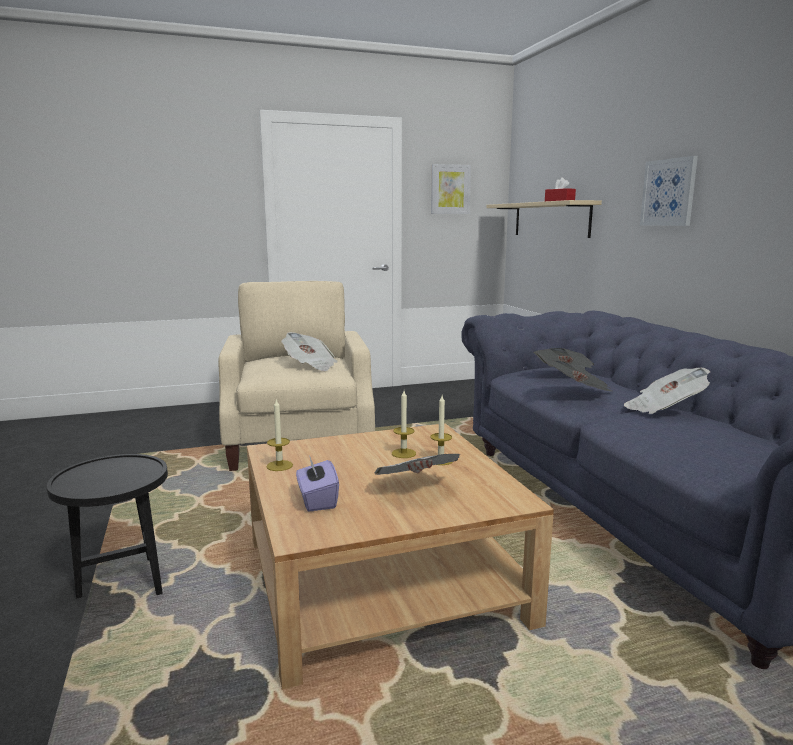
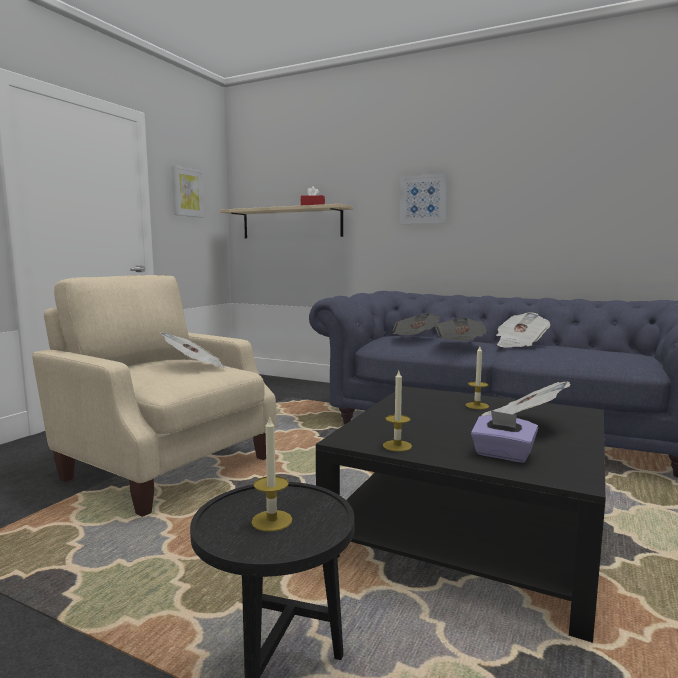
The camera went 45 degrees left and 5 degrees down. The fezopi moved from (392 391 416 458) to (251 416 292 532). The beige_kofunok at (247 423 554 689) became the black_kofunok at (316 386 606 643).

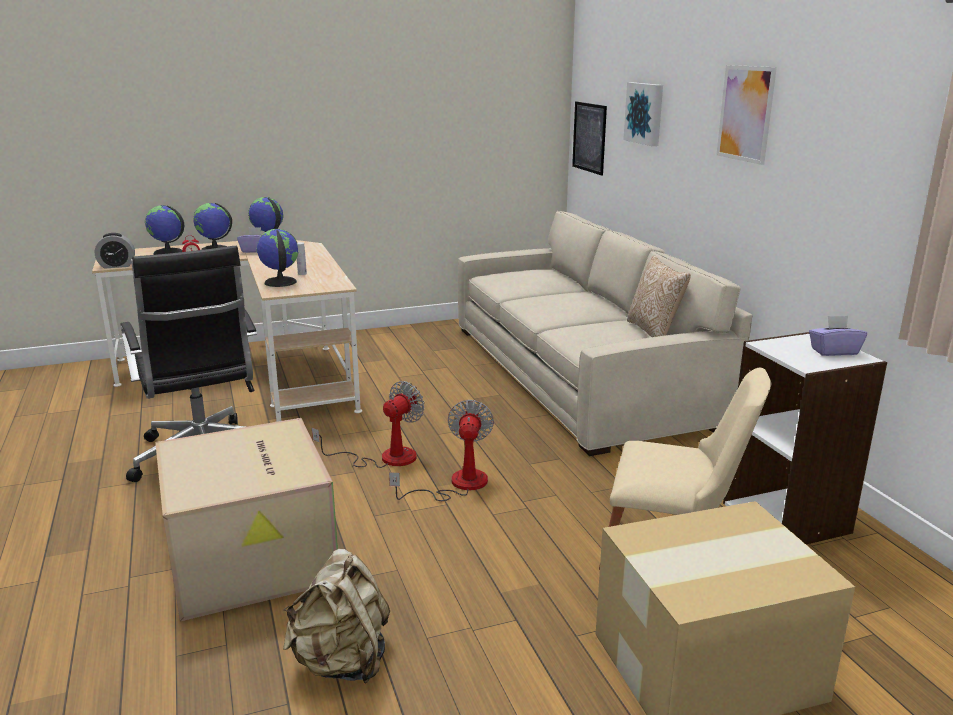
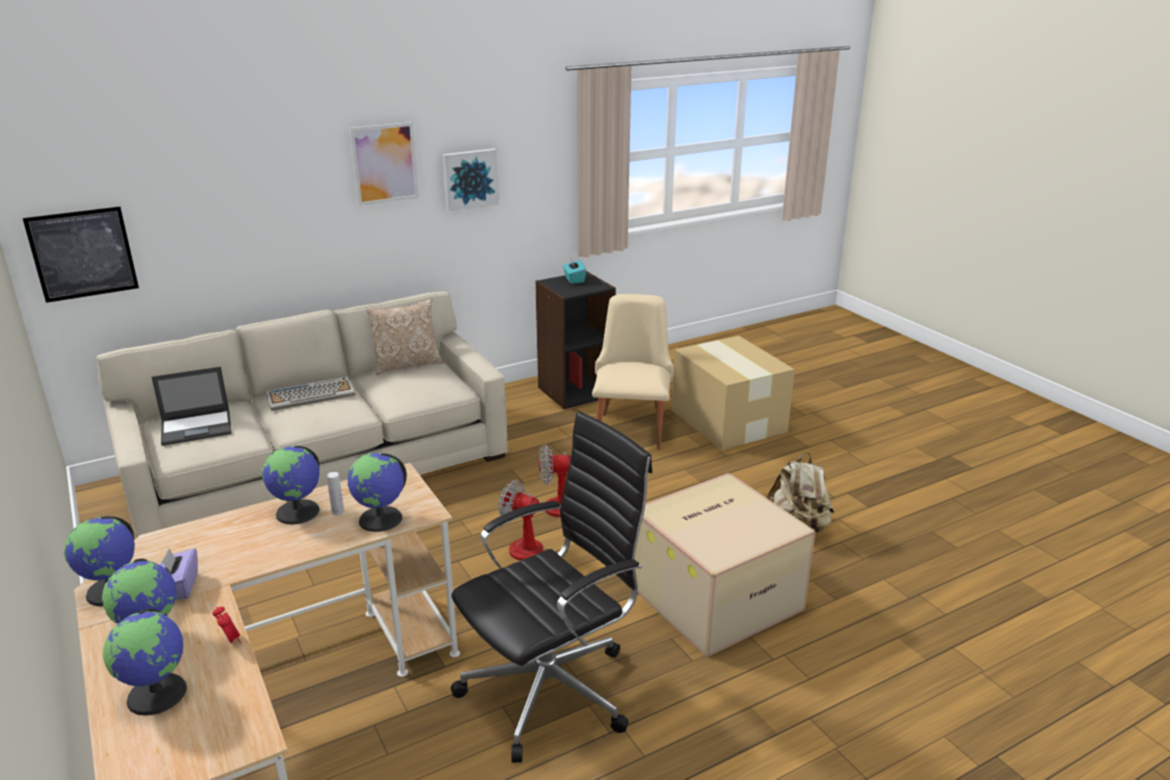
The camera went 100 degrees left and 5 degrees up. The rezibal moved from (623 82 663 146) to (442 148 499 211). The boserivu at (95 233 135 268) disappeared. The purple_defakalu at (809 316 867 356) became the turquoise_defakalu at (563 257 586 284). The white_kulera at (723 332 887 545) became the black_kulera at (535 271 616 409). The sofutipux at (152 367 232 446) appeared. The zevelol at (266 376 355 411) appeared. The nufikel at (262 446 320 524) appeared.

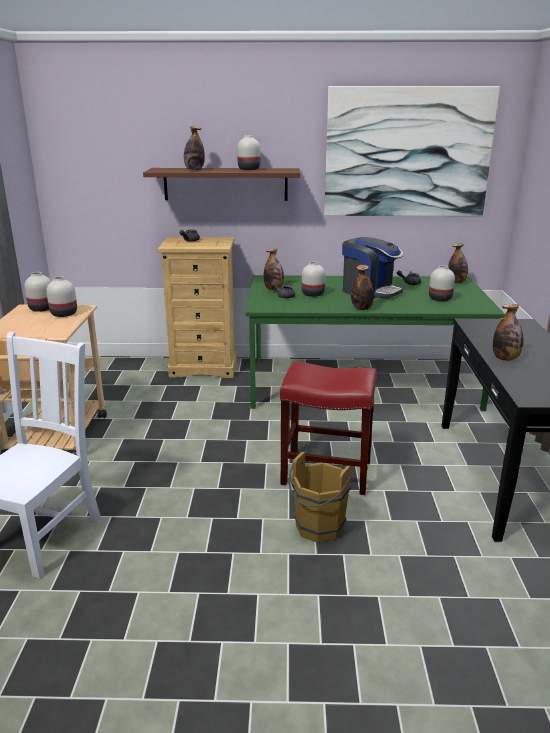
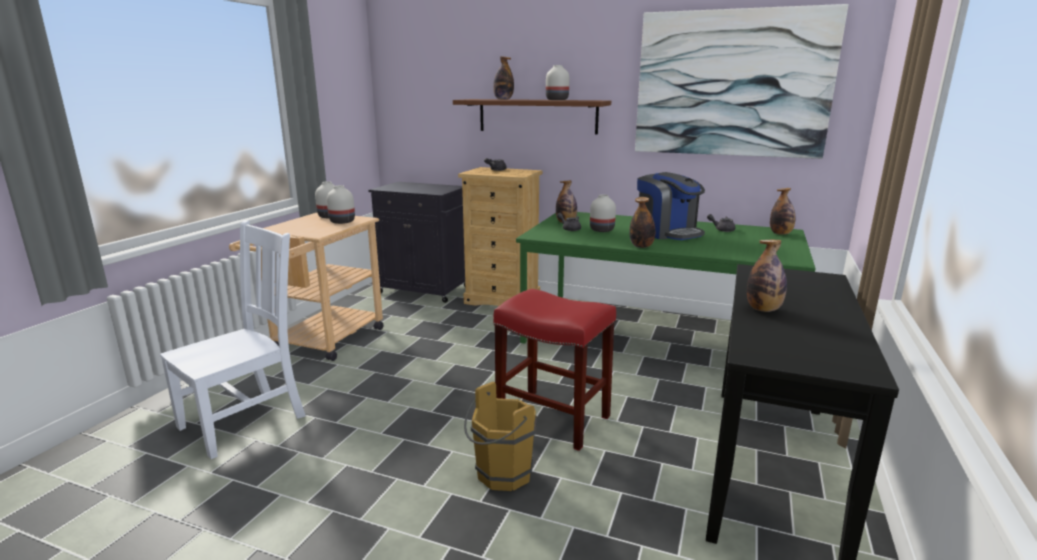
The camera went 20 degrees right and 5 degrees down. The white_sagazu at (429 265 455 301) disappeared. The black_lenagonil at (368 182 465 303) appeared.

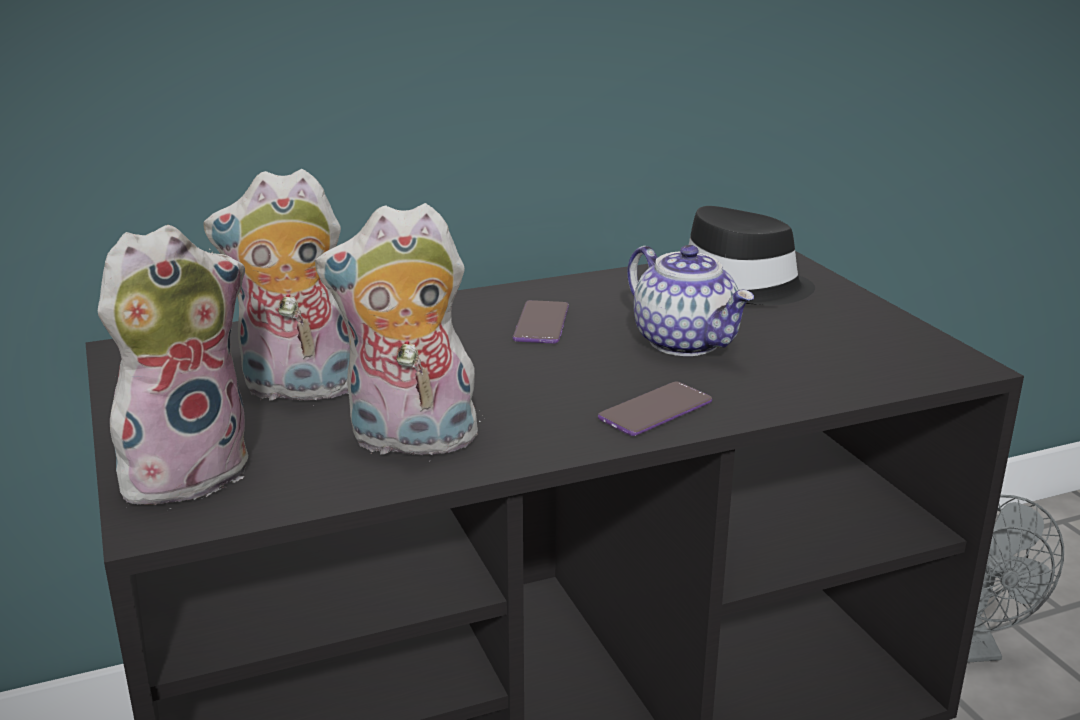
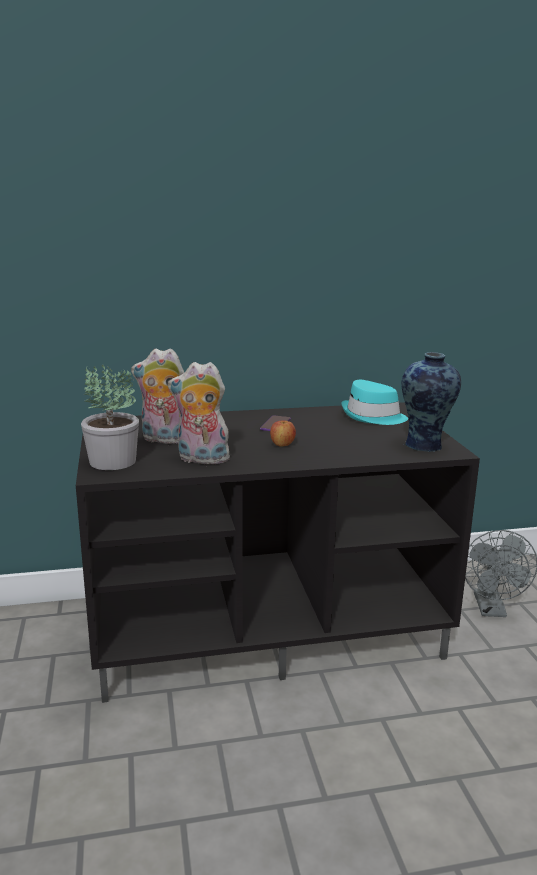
The camera went 10 degrees right and 5 degrees down. The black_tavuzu at (689 206 815 305) became the turquoise_tavuzu at (341 380 408 425). The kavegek at (98 225 248 509) was replaced by the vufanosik at (81 365 139 470). The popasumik at (627 245 754 356) disappeared. The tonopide at (598 381 712 436) disappeared. The sagazu at (401 352 461 452) appeared. The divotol at (270 420 296 447) appeared.

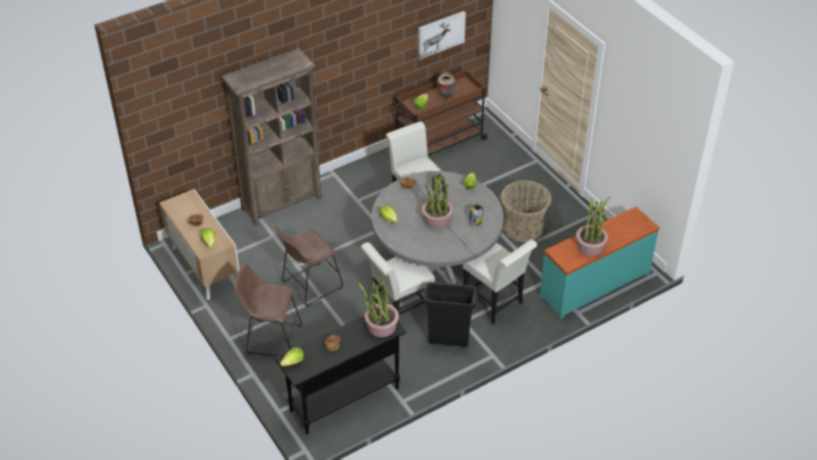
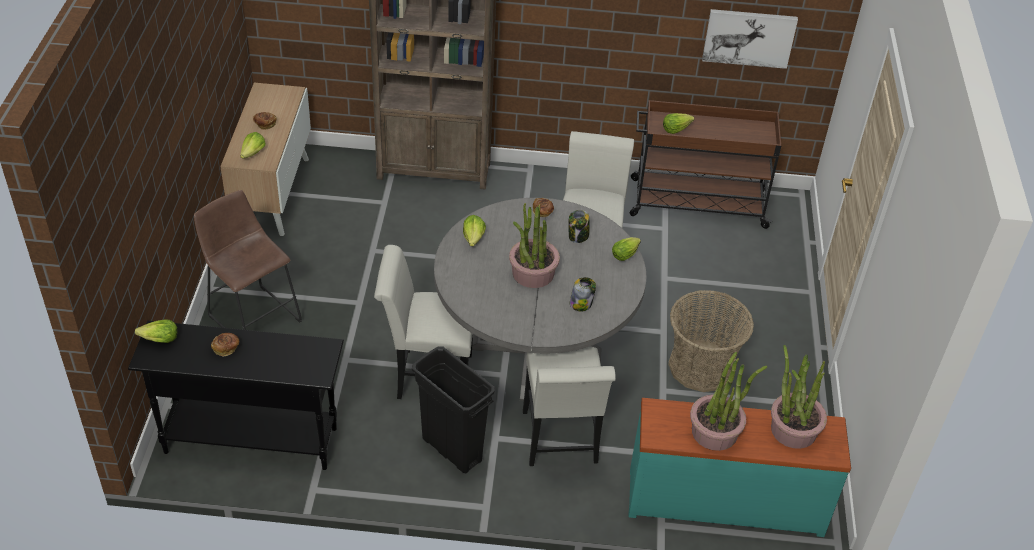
The camera went 35 degrees right and 0 degrees up. The sagazu at (437 72 456 99) disappeared. The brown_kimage at (274 226 343 307) disappeared. The vufanosik moved from (358 280 399 337) to (771 345 827 449).

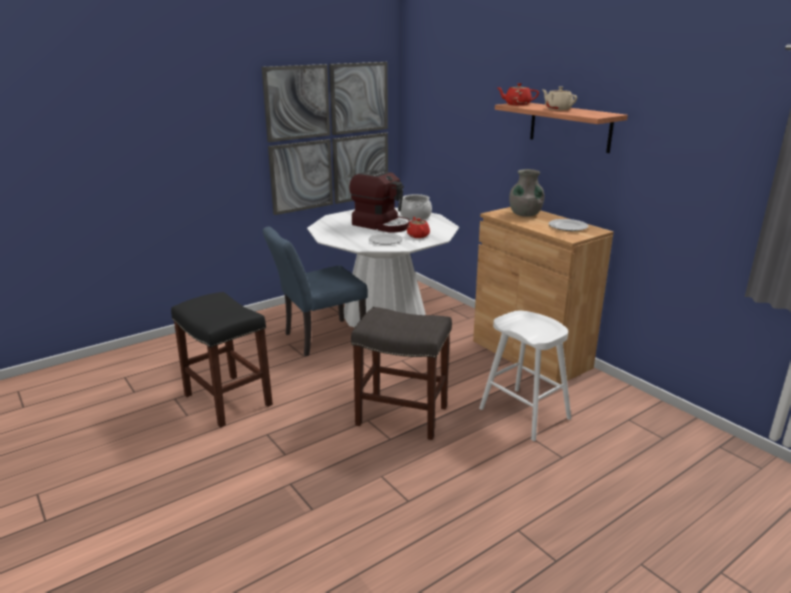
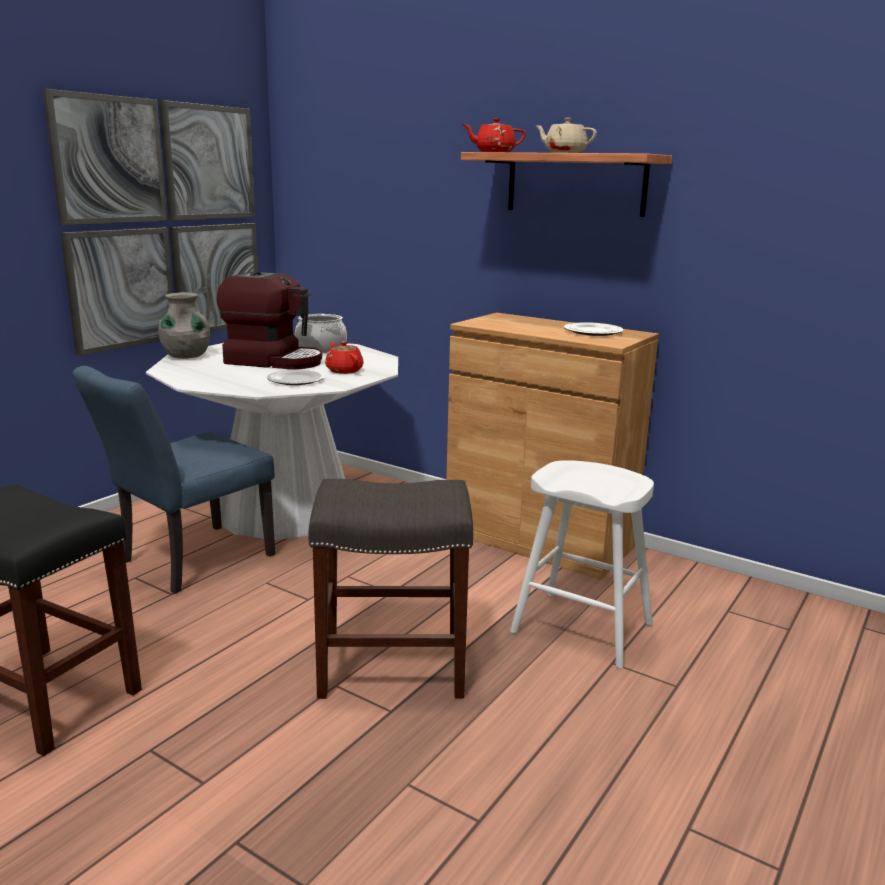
The camera went 20 degrees left and 5 degrees down. The grey_sagazu moved from (509 169 545 217) to (158 292 210 359).

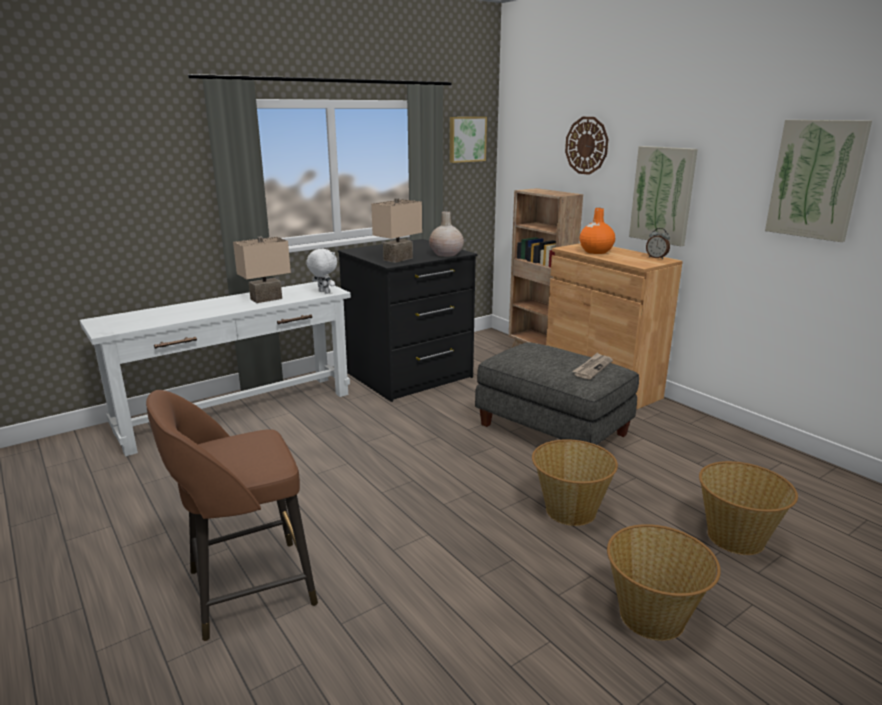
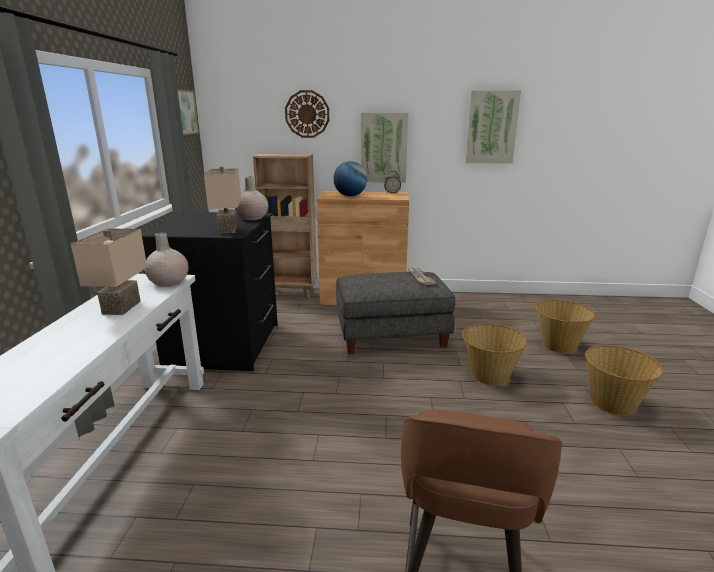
The camera went 50 degrees left and 0 degrees up. The orange_sagazu at (580 208 615 254) was replaced by the nufikel at (333 161 367 196). The white_kavegek at (306 249 337 294) was replaced by the beige_sagazu at (144 232 189 287).

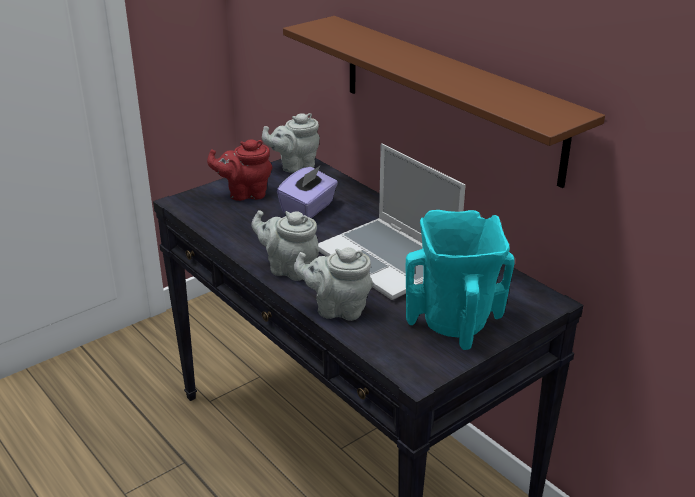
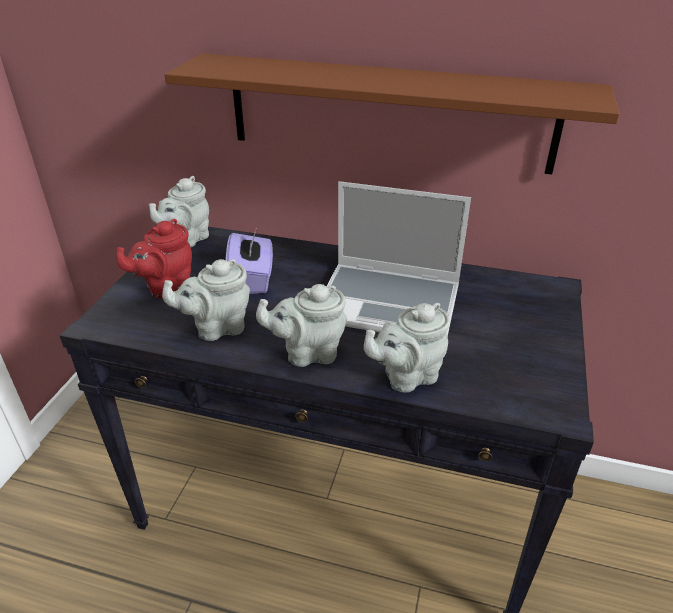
The camera went 35 degrees left and 5 degrees up. The turquoise_sagazu at (406 210 515 350) disappeared. The grey_popasumik at (162 259 250 341) appeared.

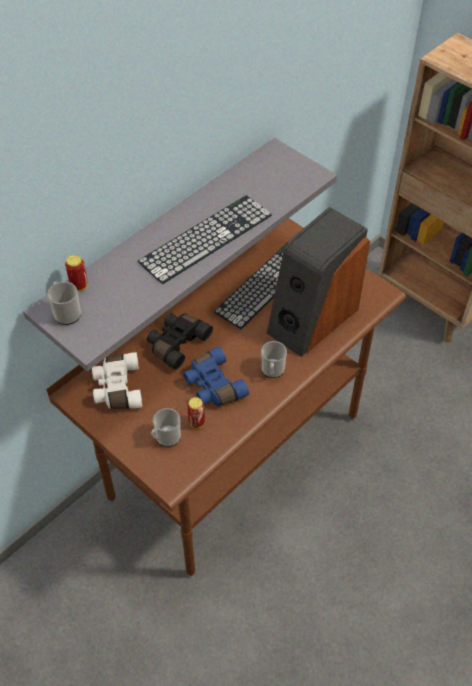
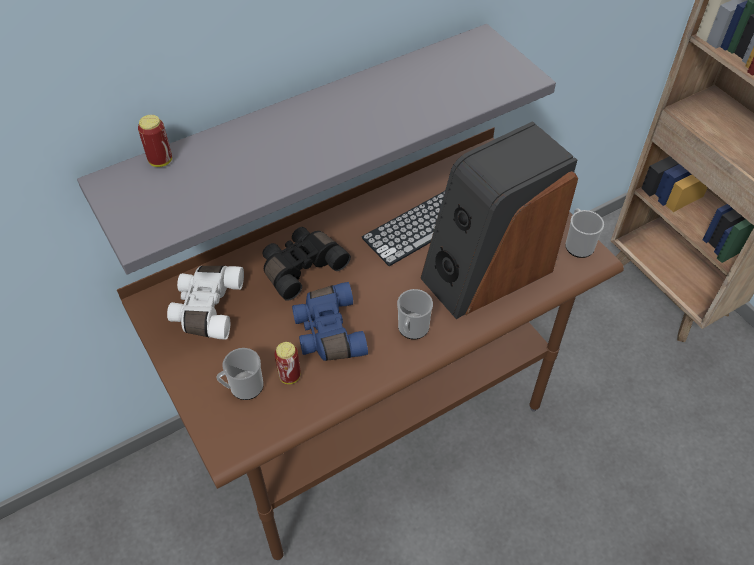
The camera went 15 degrees right and 0 degrees up. The zevelol at (137 195 272 284) disappeared. The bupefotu moved from (47 281 81 325) to (565 209 604 258).

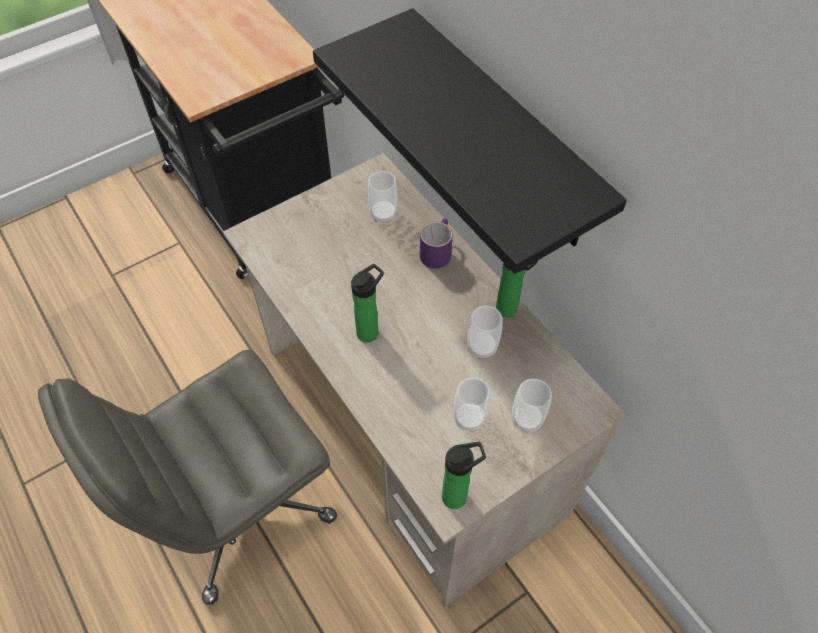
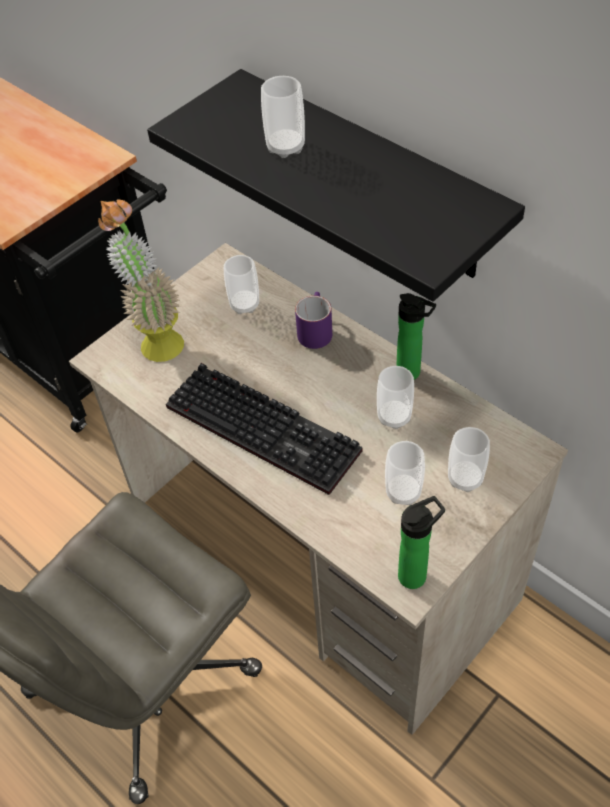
The camera went 10 degrees left and 5 degrees down. The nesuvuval at (351 264 384 343) was replaced by the zevelol at (166 363 363 495). The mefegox at (261 76 305 158) appeared. The vufanosik at (98 199 184 362) appeared.

